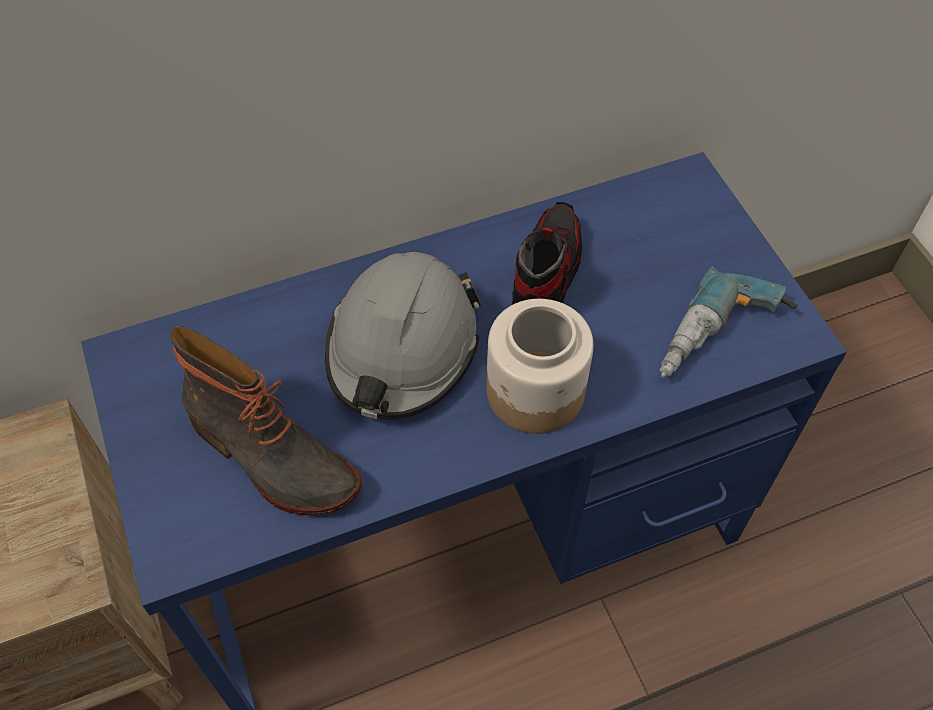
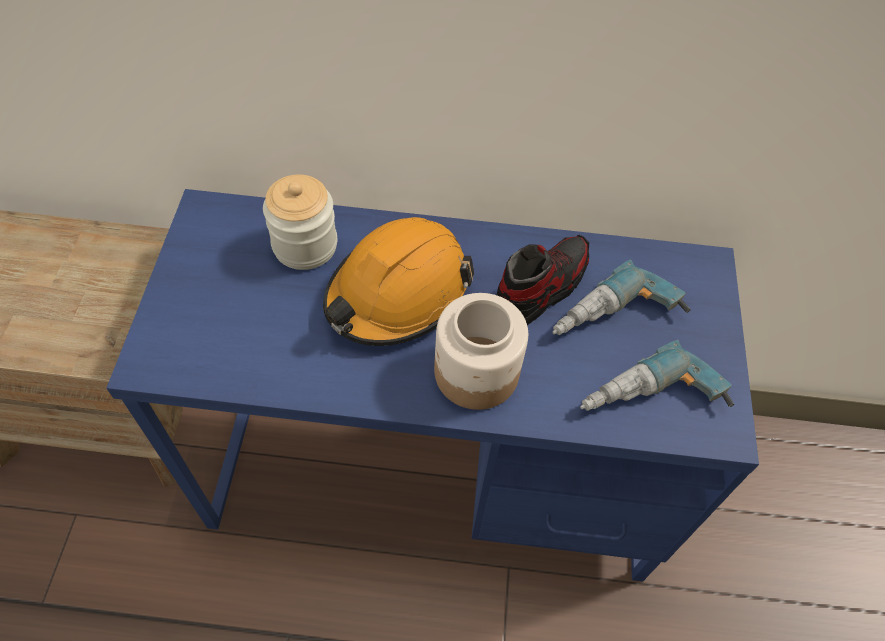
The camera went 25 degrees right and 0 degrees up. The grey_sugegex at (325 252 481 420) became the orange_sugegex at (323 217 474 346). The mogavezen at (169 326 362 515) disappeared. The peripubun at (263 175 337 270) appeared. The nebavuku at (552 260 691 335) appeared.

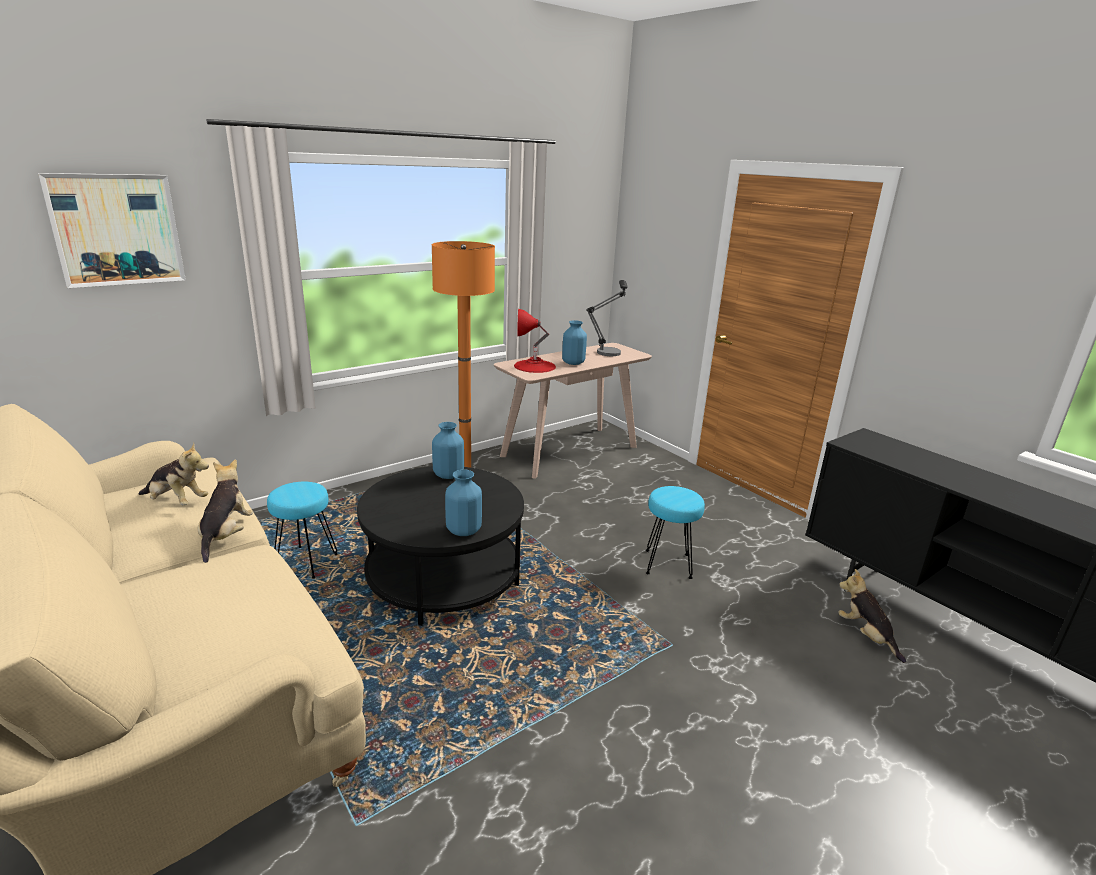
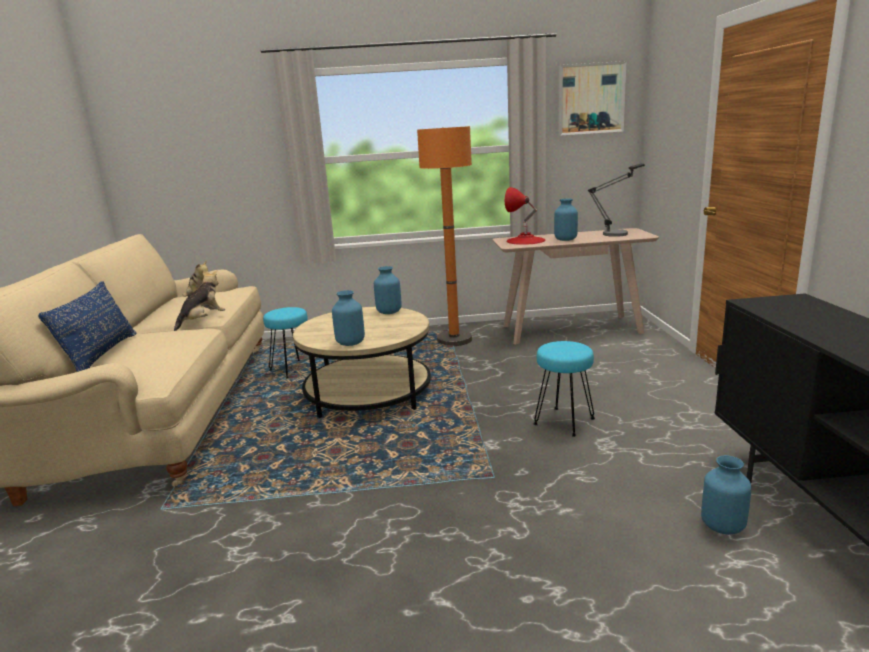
The camera went 35 degrees right and 5 degrees down. The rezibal moved from (38 173 186 288) to (559 61 627 136). The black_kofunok at (357 466 524 626) became the beige_kofunok at (293 307 431 418). The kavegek at (838 569 906 663) was replaced by the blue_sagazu at (701 455 751 535). The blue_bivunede at (38 281 137 372) appeared.

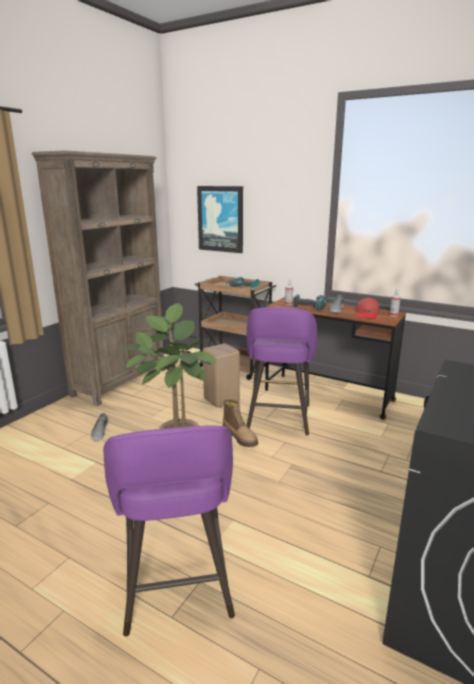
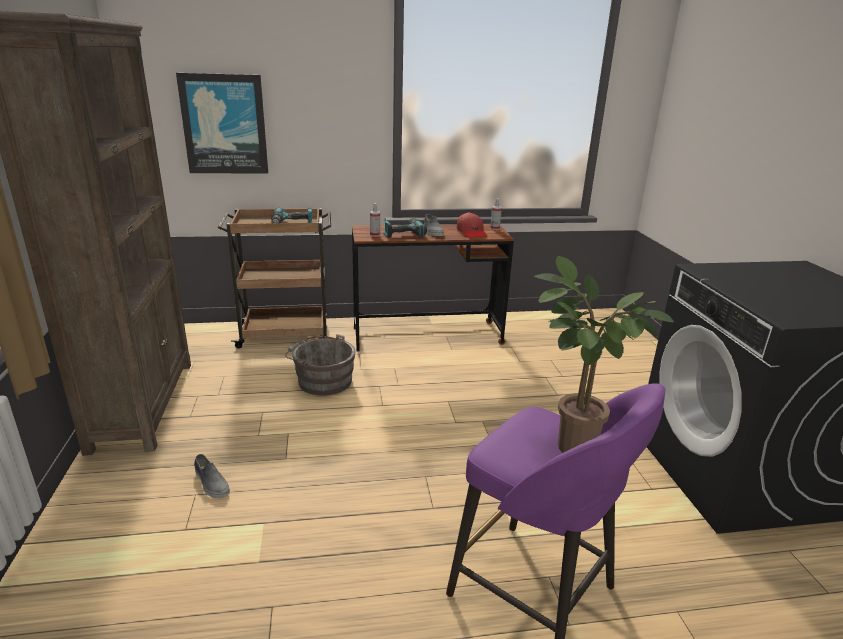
The camera went 40 degrees left and 5 degrees up. The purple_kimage at (246 307 317 435) disappeared. The beige_kimage at (203 343 240 407) was replaced by the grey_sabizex at (285 334 356 396). The mogavezen at (223 399 258 447) disappeared.

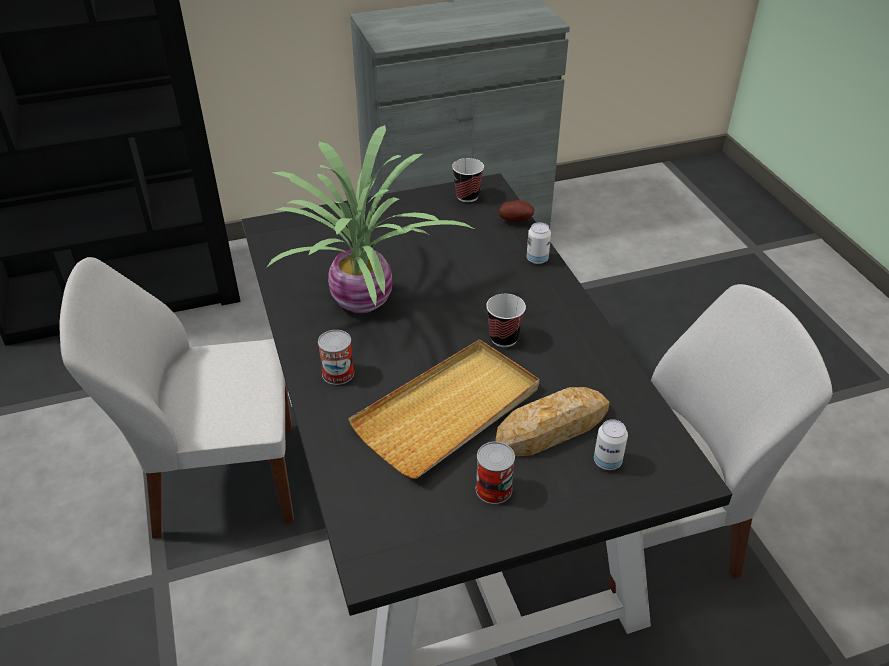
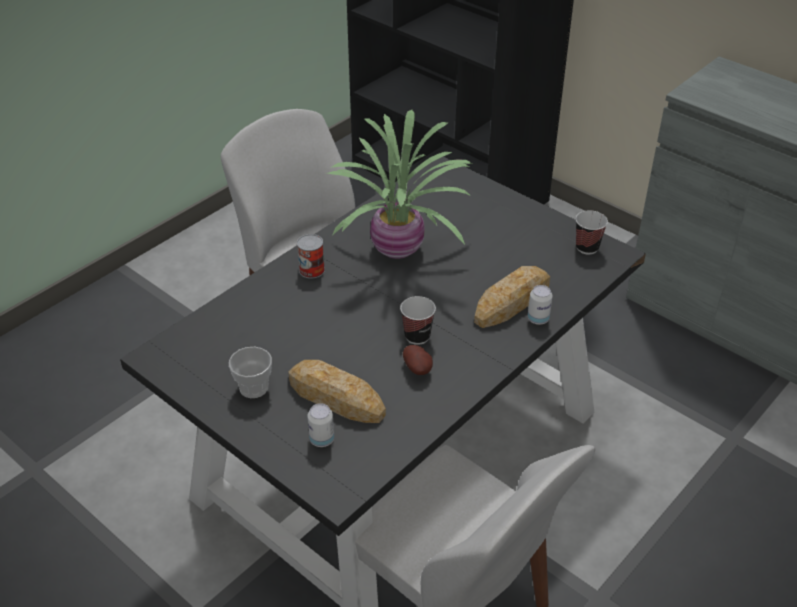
The camera went 60 degrees right and 0 degrees up. The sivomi moved from (499 200 534 222) to (403 345 433 375). The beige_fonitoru at (348 339 539 479) disappeared. The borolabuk at (476 441 515 504) was replaced by the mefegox at (229 347 272 398). The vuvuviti at (474 266 550 328) appeared.

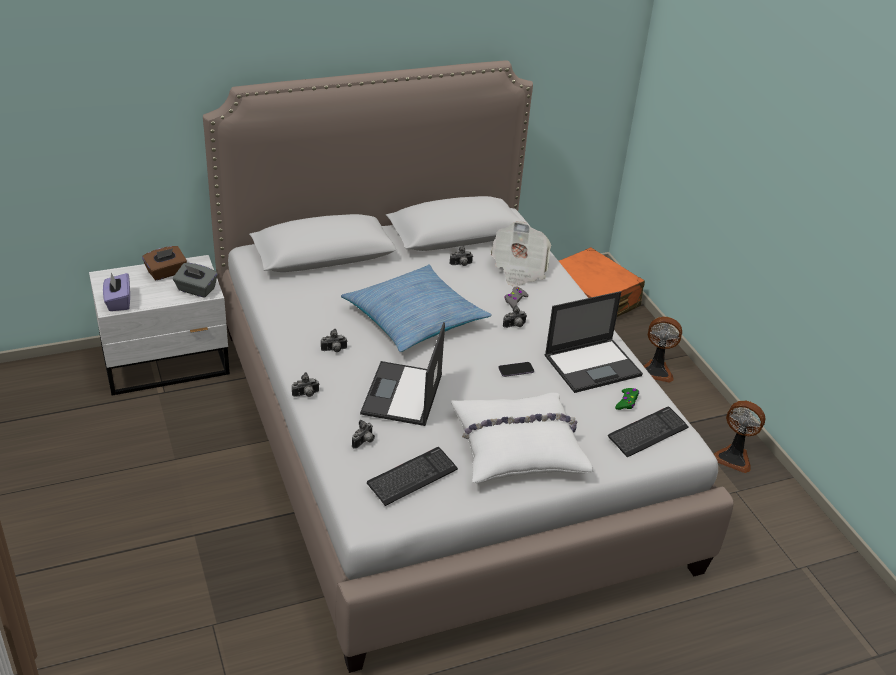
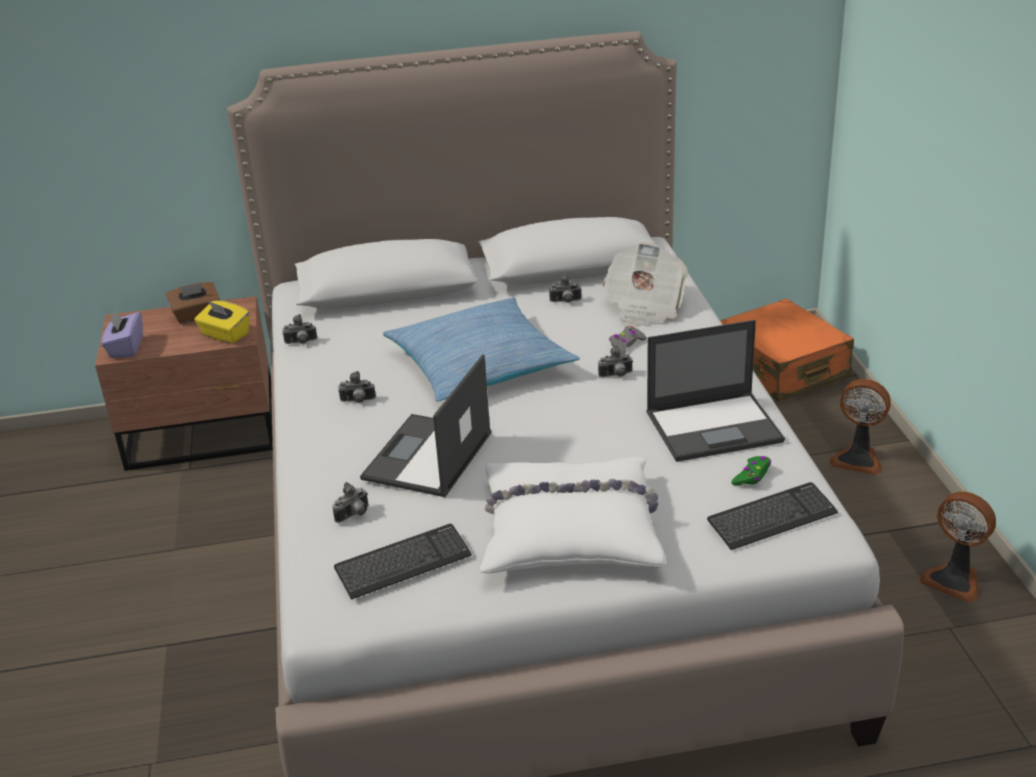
The camera went 15 degrees right and 5 degrees down. The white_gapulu at (89 255 230 396) became the brown_gapulu at (95 296 273 471). The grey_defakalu at (173 263 218 298) became the yellow_defakalu at (194 300 250 344). The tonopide at (498 362 534 377) disappeared. The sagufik moved from (292 372 319 397) to (282 314 317 344).

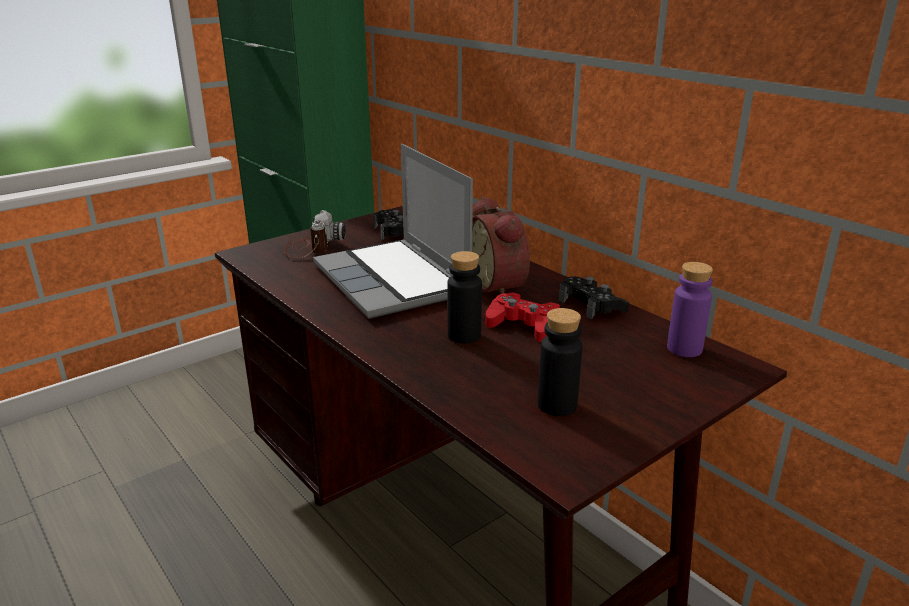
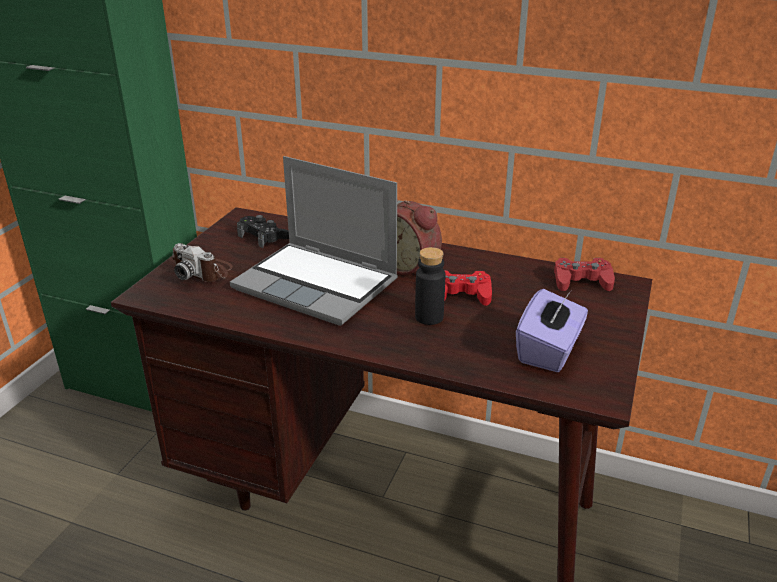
The camera went 30 degrees left and 5 degrees up. The sagufik at (284 210 346 258) turned 150 degrees clockwise. The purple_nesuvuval at (667 262 713 357) was replaced by the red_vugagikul at (554 258 615 291). The black_vugagikul at (558 276 629 320) disappeared. The black_nesuvuval at (538 308 582 416) was replaced by the purple_defakalu at (516 289 588 372).

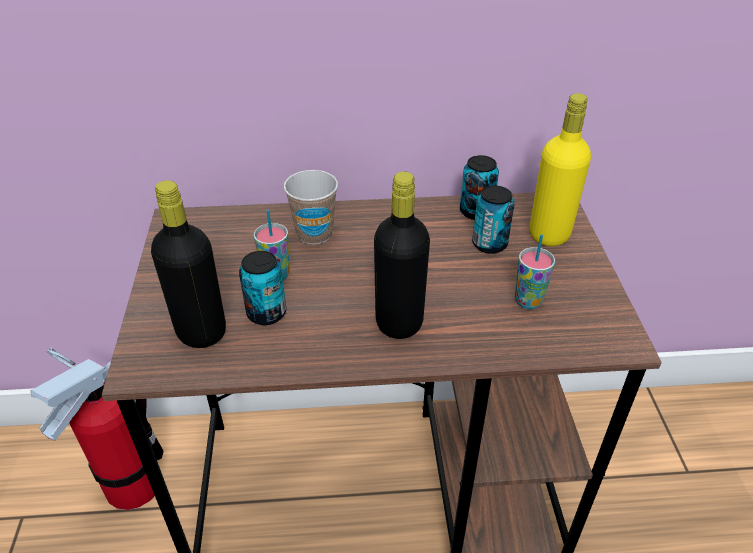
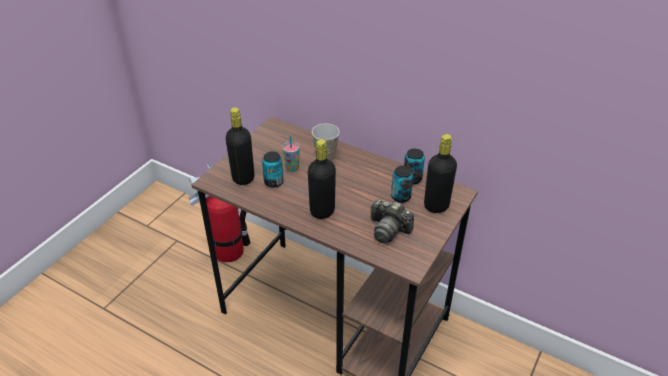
The camera went 35 degrees right and 0 degrees up. The yellow_nesuvuval at (530 93 591 246) became the black_nesuvuval at (424 134 457 213). The mefegox at (515 234 555 309) was replaced by the sagufik at (371 199 414 243).

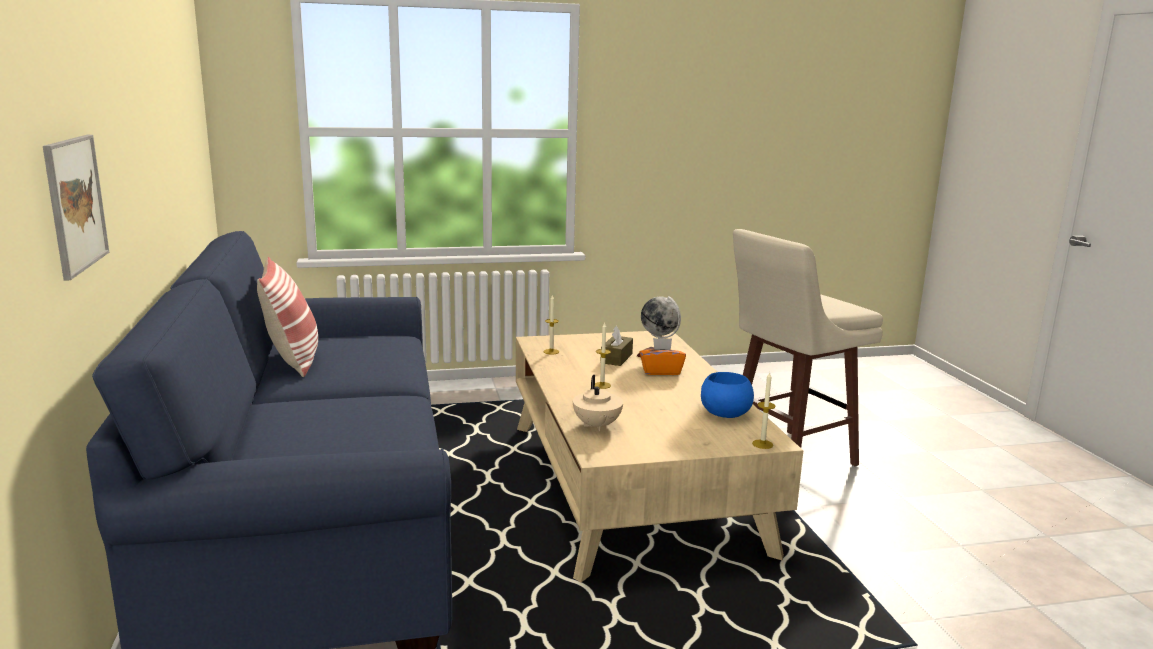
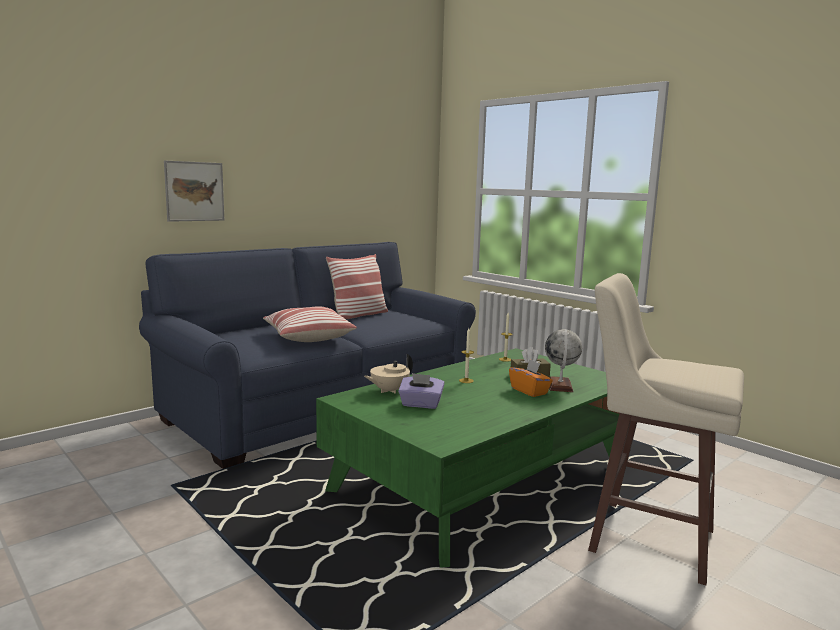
The camera went 60 degrees right and 5 degrees down. The beige_kofunok at (516 331 803 583) became the green_kofunok at (316 348 619 568). The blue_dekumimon at (701 372 754 418) disappeared. The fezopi at (752 372 776 449) disappeared. The bivunede at (263 307 357 342) appeared. The purple_defakalu at (398 373 445 409) appeared.

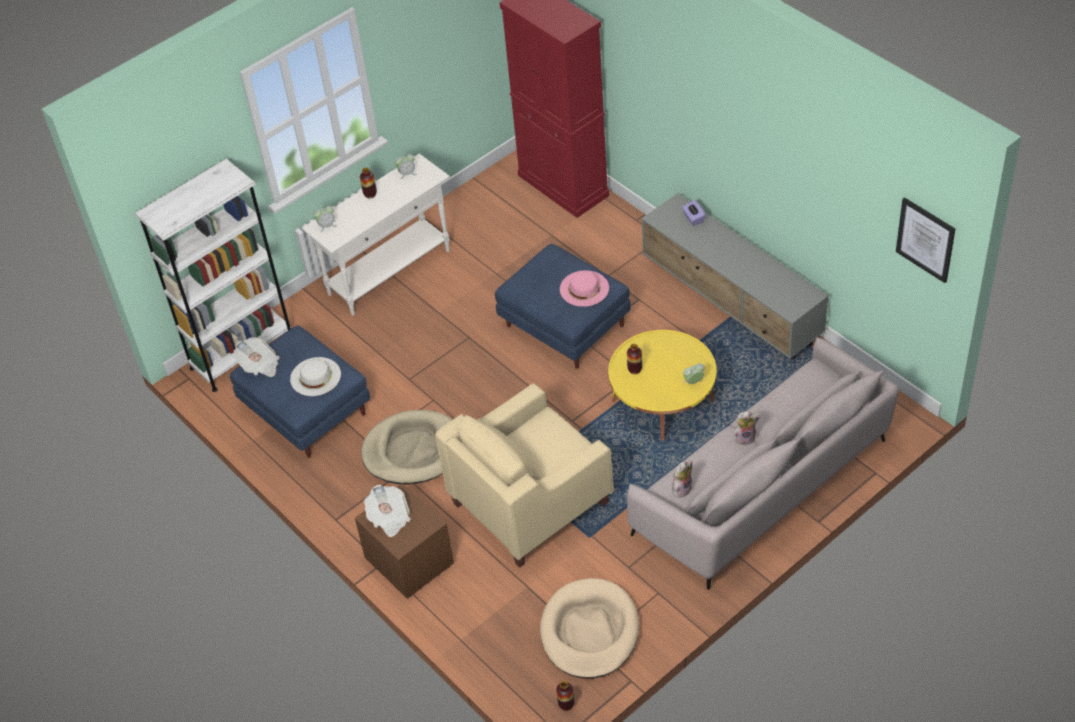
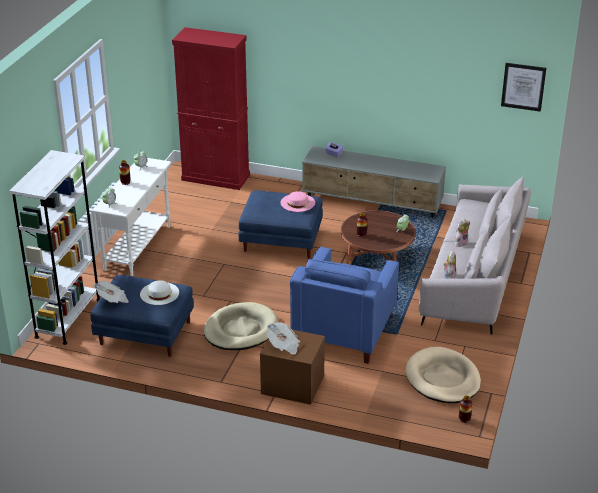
The camera went 35 degrees left and 15 degrees down. The yellow_kofunok at (608 330 717 440) became the brown_kofunok at (341 210 416 264). The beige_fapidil at (435 383 614 568) became the blue_fapidil at (290 246 399 364).

